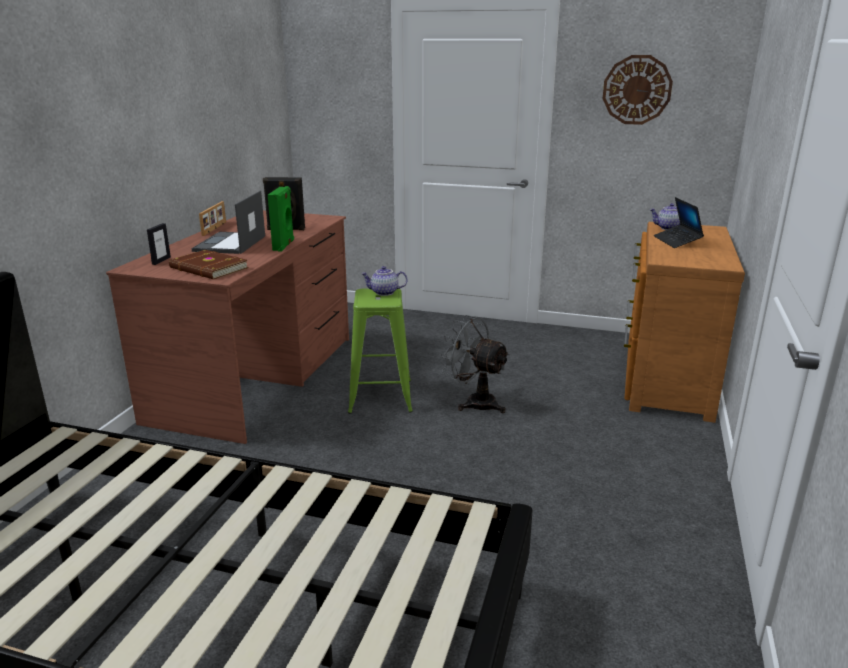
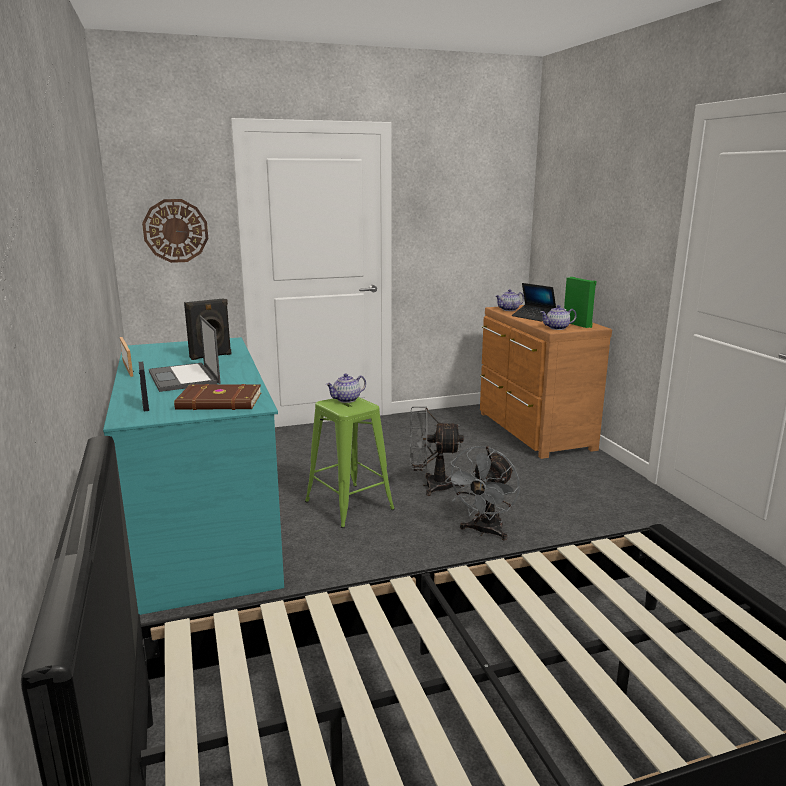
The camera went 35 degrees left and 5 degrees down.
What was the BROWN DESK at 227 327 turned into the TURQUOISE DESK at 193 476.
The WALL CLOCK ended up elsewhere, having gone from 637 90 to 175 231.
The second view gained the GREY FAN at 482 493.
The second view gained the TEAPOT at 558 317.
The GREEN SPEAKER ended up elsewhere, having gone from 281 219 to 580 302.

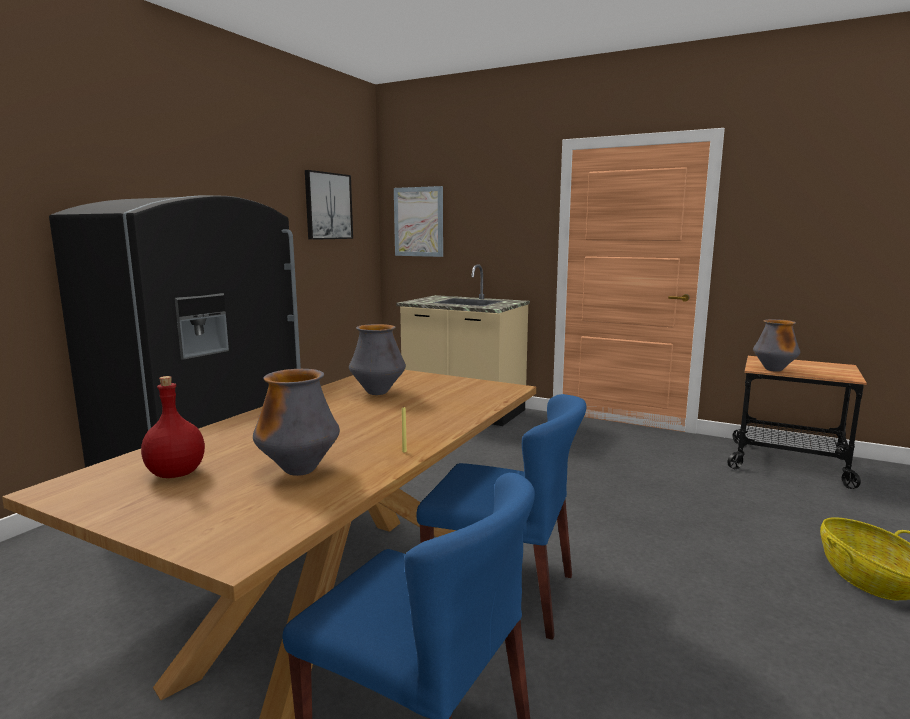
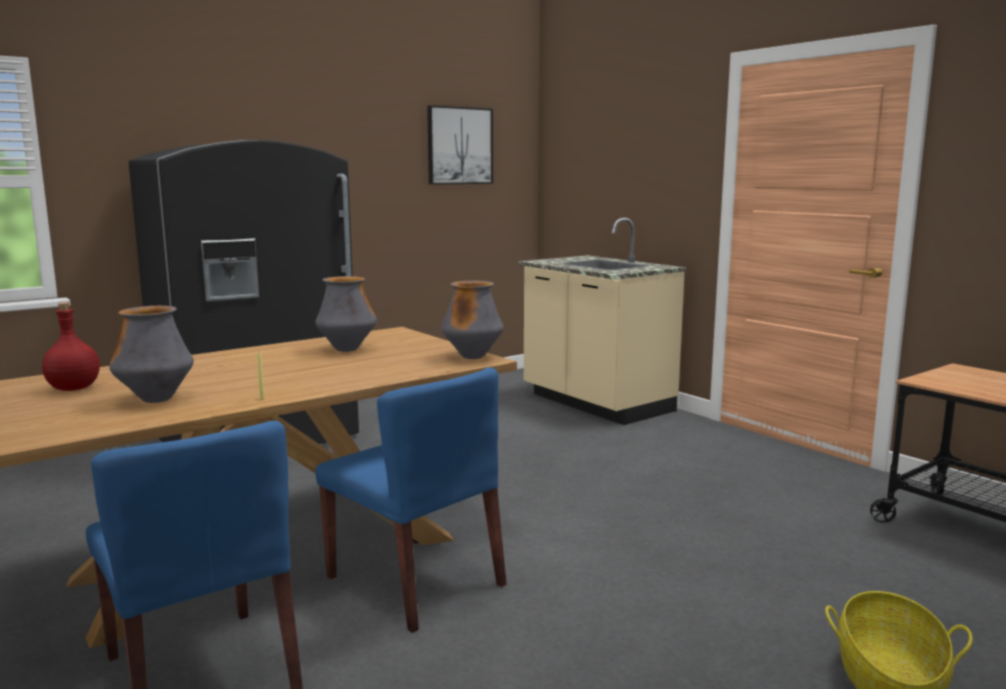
The camera went 25 degrees right and 0 degrees up.
The VASE ended up elsewhere, having gone from 776 345 to 472 320.
The second view lost the PICTURE at 418 221.

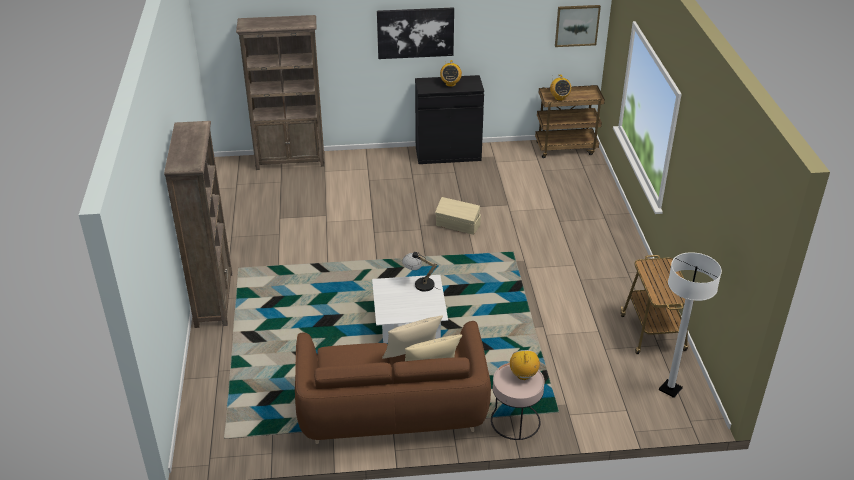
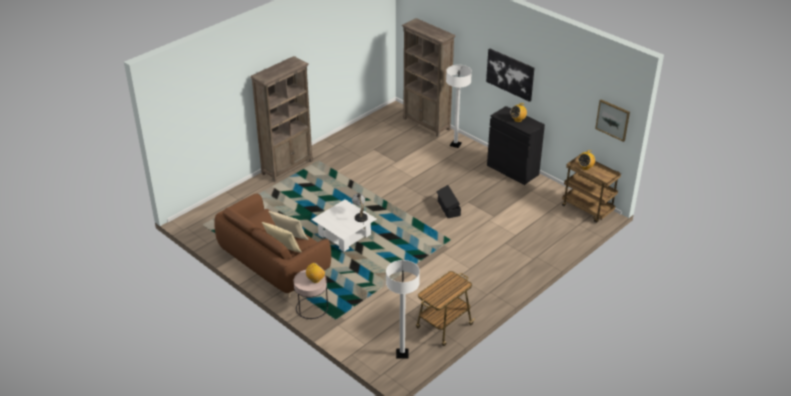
The camera went 50 degrees right and 0 degrees up.
What was the BEIGE STORAGE BOX at 458 216 turned into the BLACK STORAGE BOX at 448 201.
The second view gained the WHITE FLOOR LAMP at 459 106.

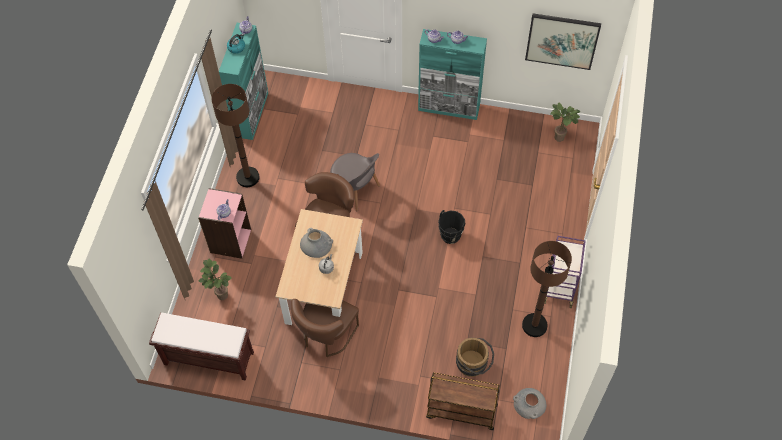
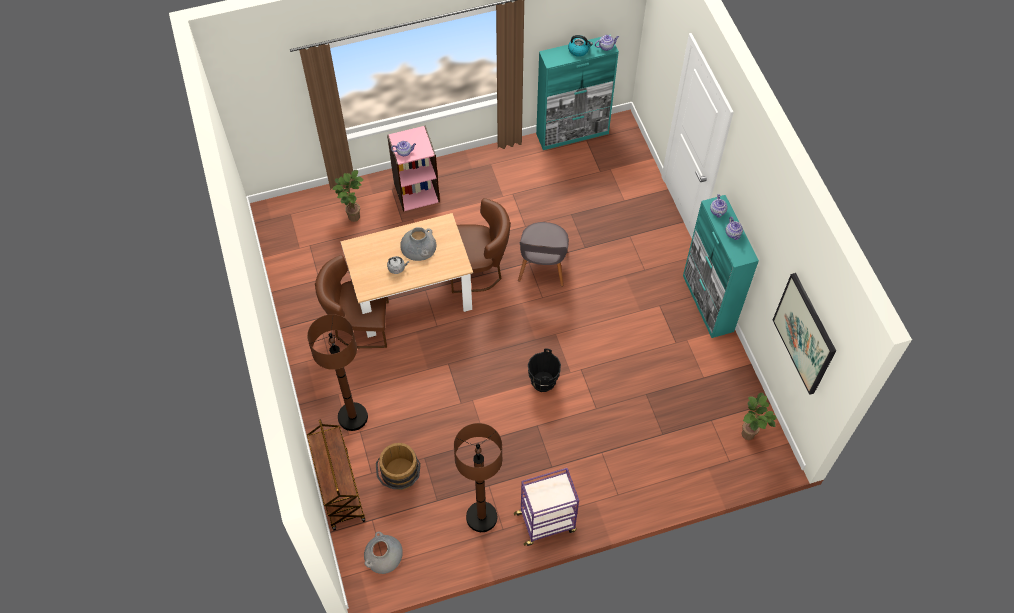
The camera went 60 degrees right and 0 degrees up.
The BROWN FLOOR LAMP ended up elsewhere, having gone from 235 135 to 337 372.
The second view lost the BROWN BENCH at 201 346.

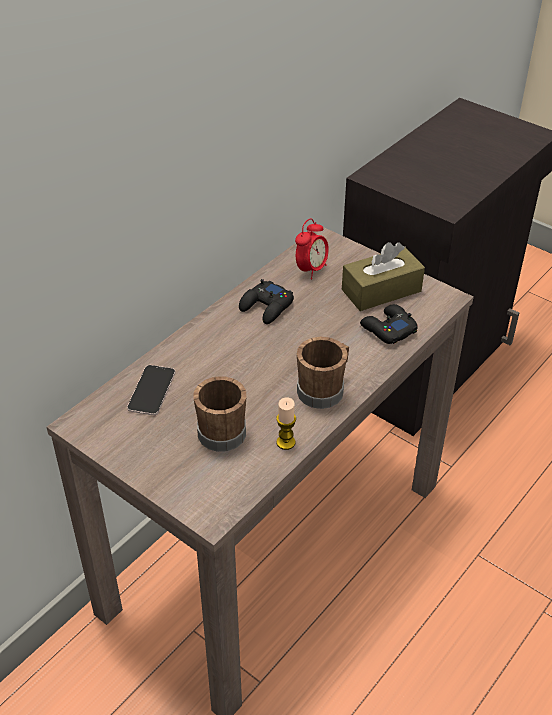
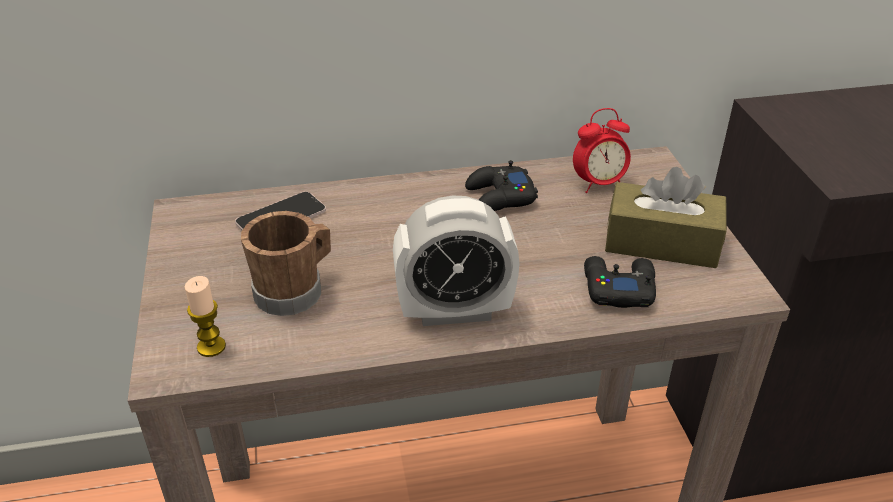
The camera went 40 degrees right and 5 degrees down.
The CANDLE ended up elsewhere, having gone from 286 423 to 205 316.
Where the BROWN MUG stood at 323 373, the ALARM CLOCK came to stand at 456 260.

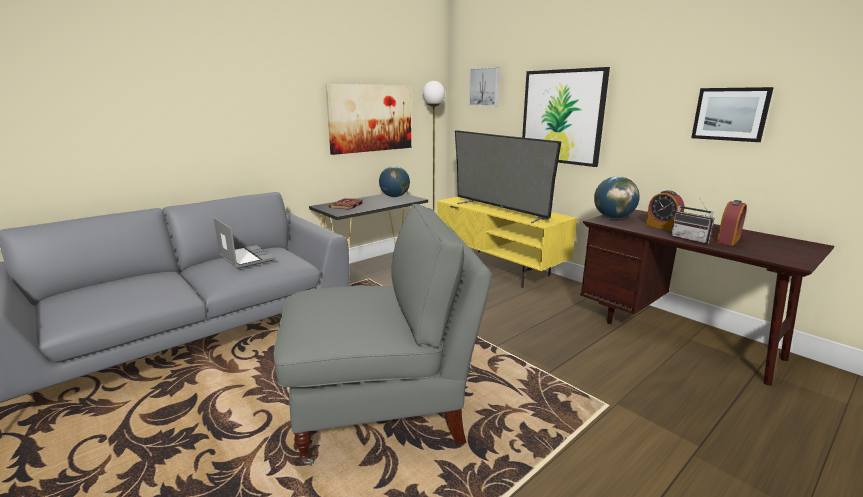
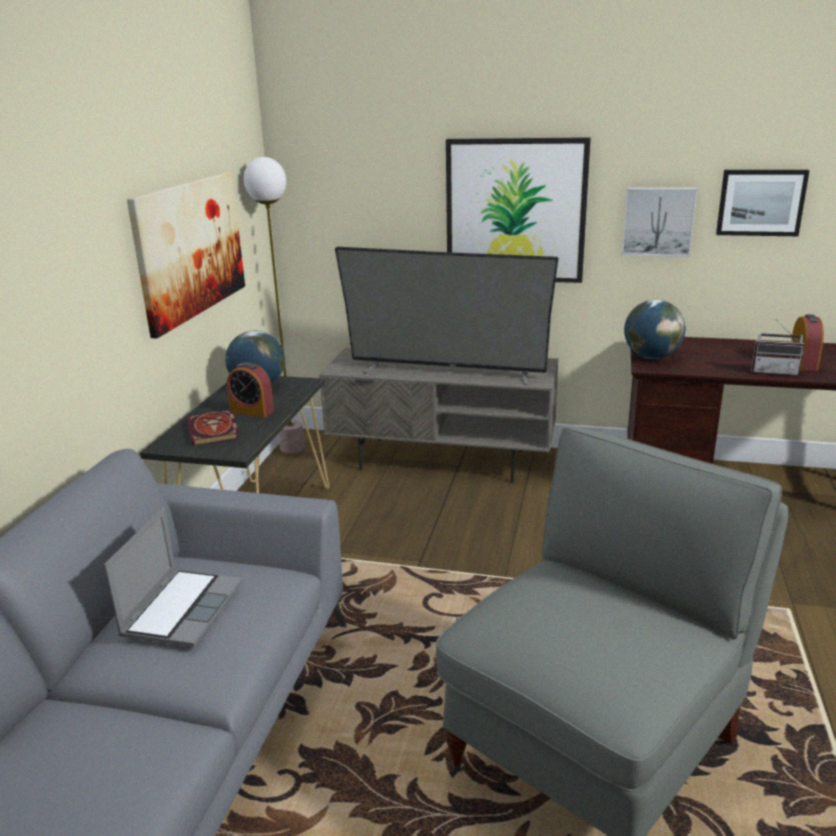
The camera went 35 degrees left and 5 degrees up.
The LAPTOP at 244 243 ended up facing another way, 90 degrees clockwise from before.
The ALARM CLOCK ended up elsewhere, having gone from 665 211 to 250 390.
What was the YELLOW TV STAND at 507 242 turned into the GREY TV STAND at 439 415.
The PICTURE ended up elsewhere, having gone from 484 86 to 659 222.

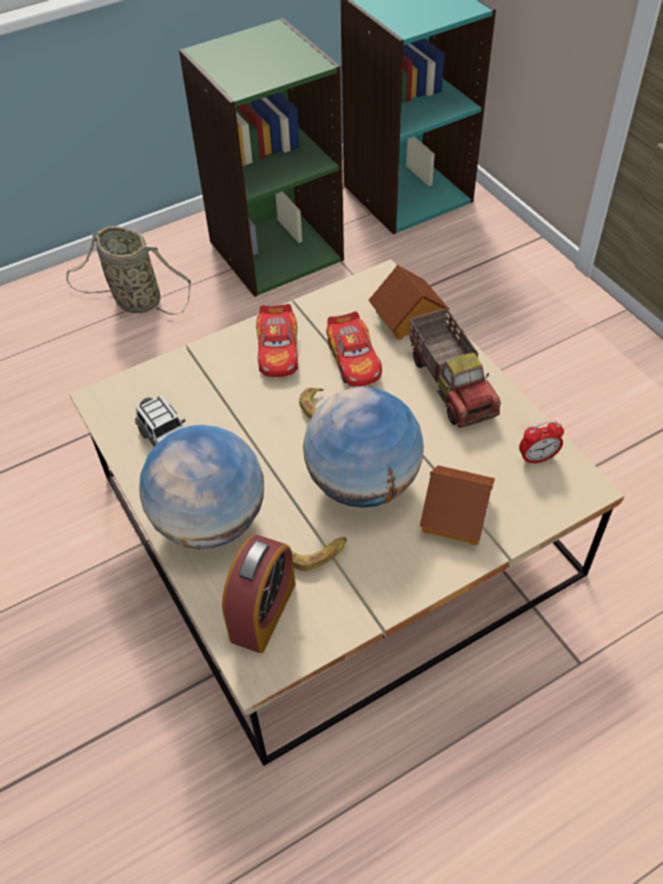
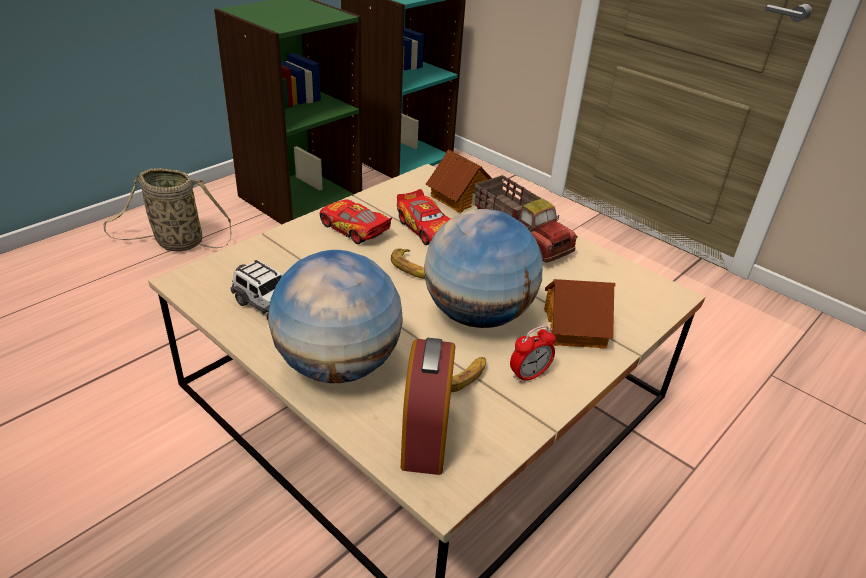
The camera went 20 degrees left and 15 degrees down.
The TOY CAR at 277 340 ended up facing another way, 150 degrees clockwise from before.
The ALARM CLOCK ended up elsewhere, having gone from 541 443 to 533 354.

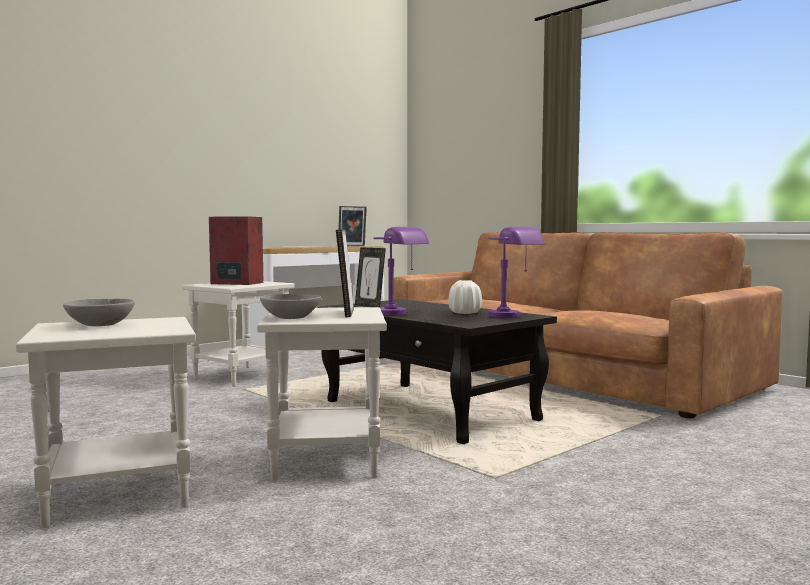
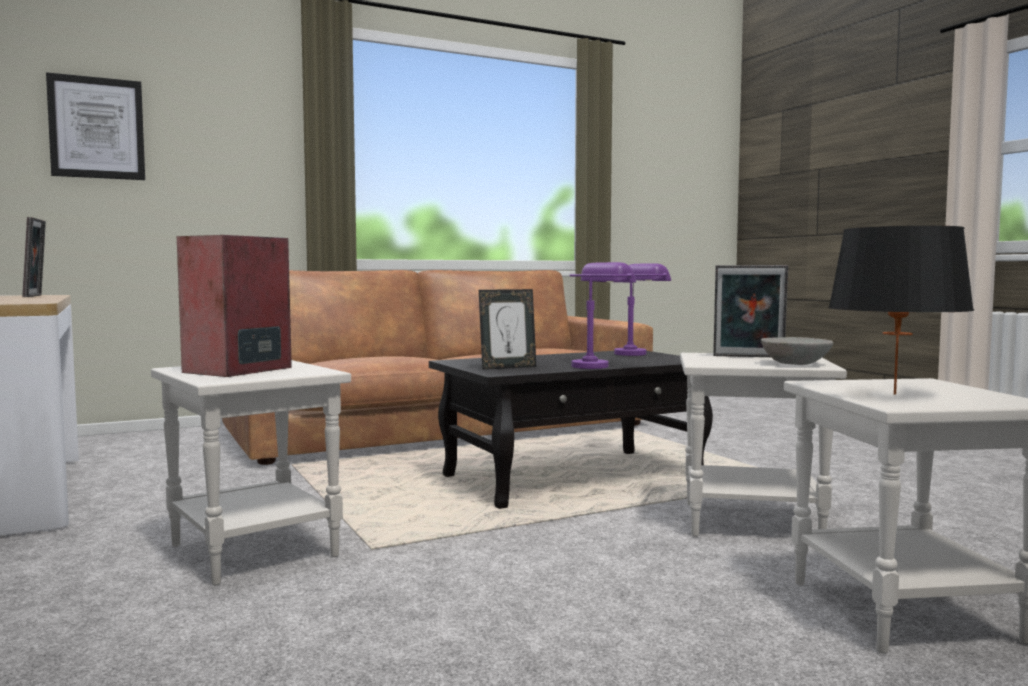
The camera went 75 degrees left and 0 degrees up.
The second view gained the PICTURE at 95 126.
Where the GREY BOWL stood at 99 312, the BLACK TABLE LAMP came to stand at 901 310.
The second view lost the WHITE VASE at 465 297.

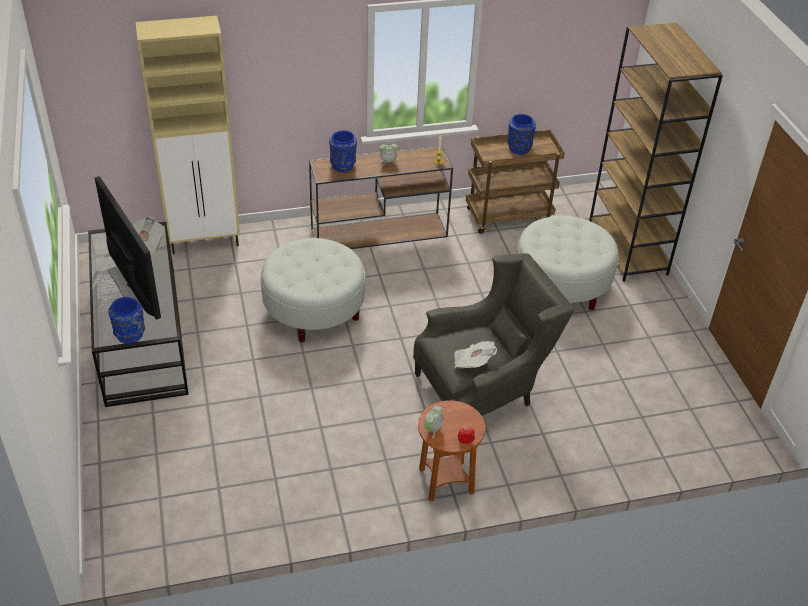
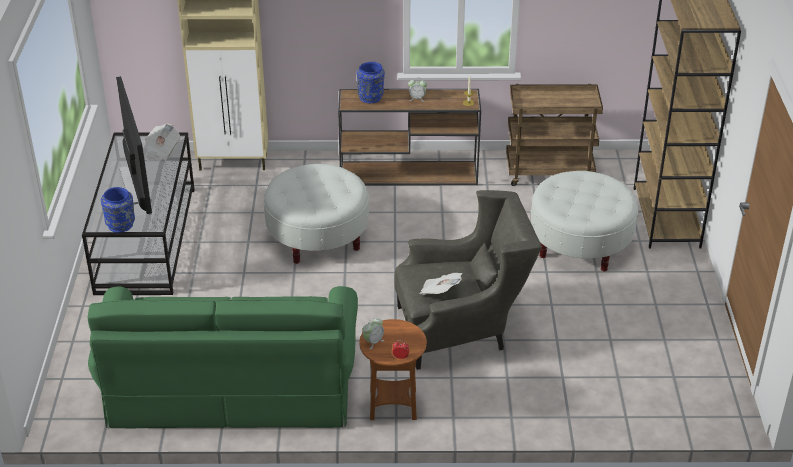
The camera went 15 degrees right and 5 degrees down.
The second view gained the GREEN SOFA at 223 357.
The second view lost the BLUE VASE at 521 134.

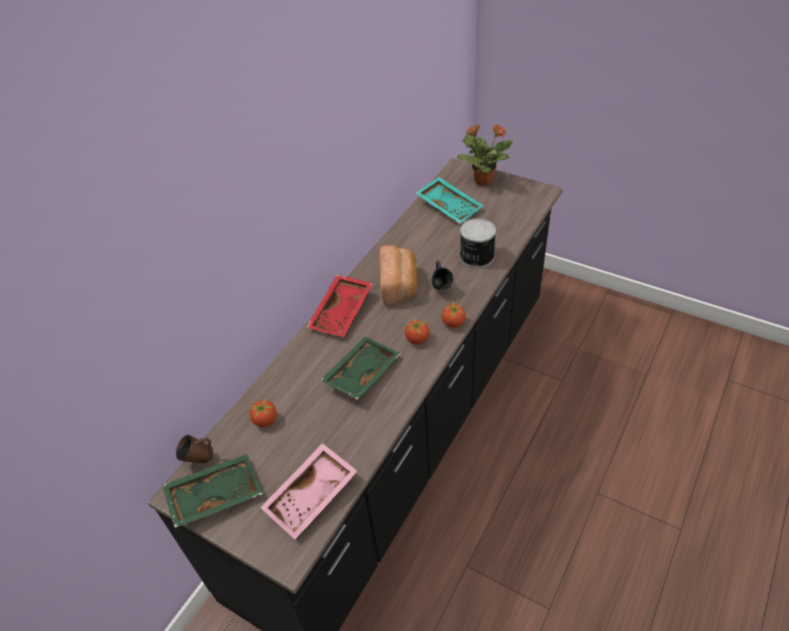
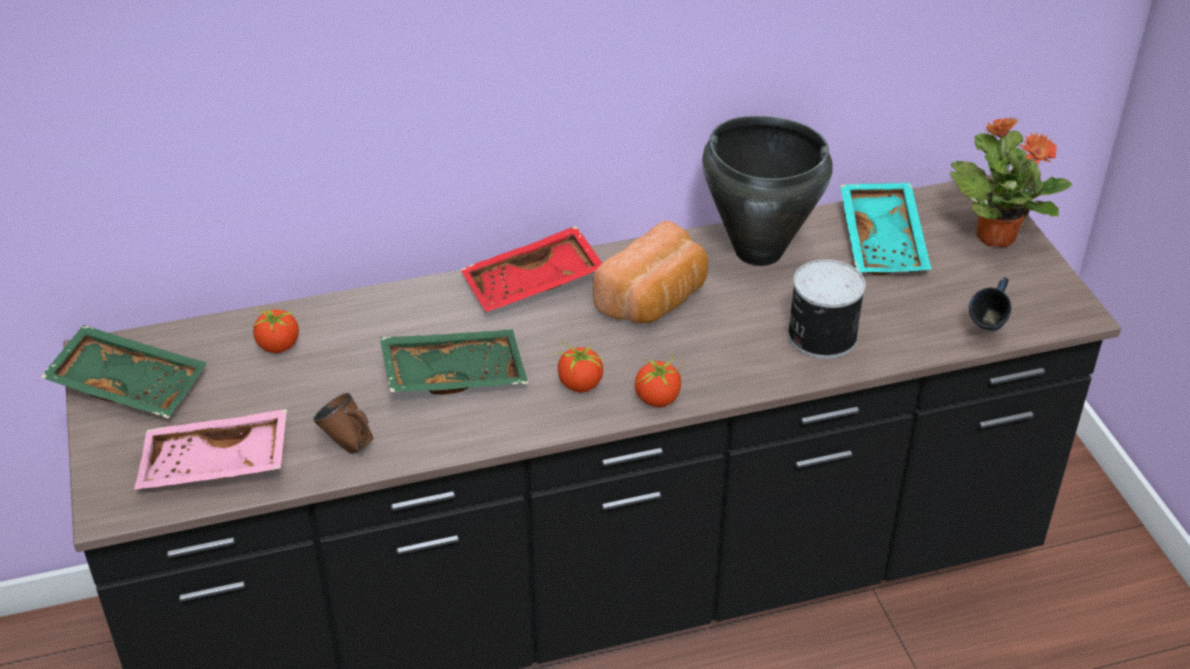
The camera went 40 degrees right and 5 degrees down.
The BROWN MUG ended up elsewhere, having gone from 194 449 to 343 423.
The second view gained the BLACK COOKING POT at 767 191.
The BLUE MUG ended up elsewhere, having gone from 442 275 to 990 304.

